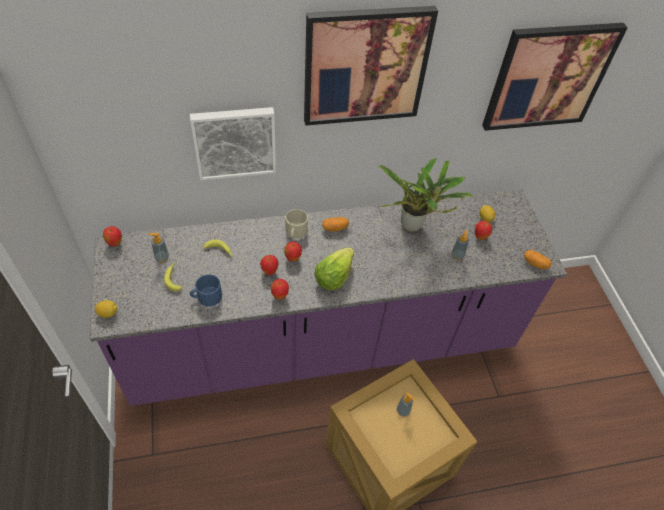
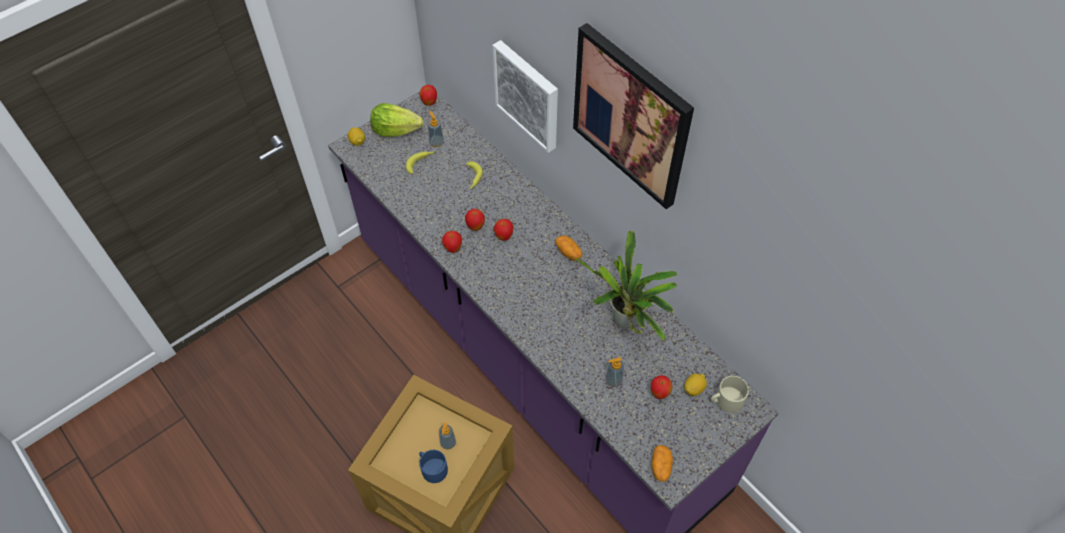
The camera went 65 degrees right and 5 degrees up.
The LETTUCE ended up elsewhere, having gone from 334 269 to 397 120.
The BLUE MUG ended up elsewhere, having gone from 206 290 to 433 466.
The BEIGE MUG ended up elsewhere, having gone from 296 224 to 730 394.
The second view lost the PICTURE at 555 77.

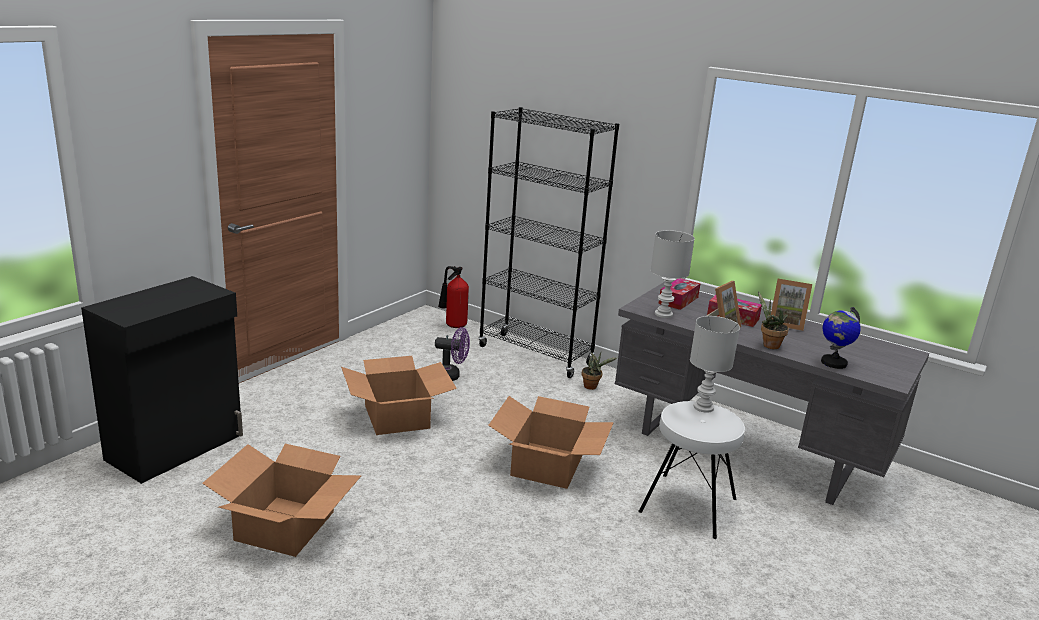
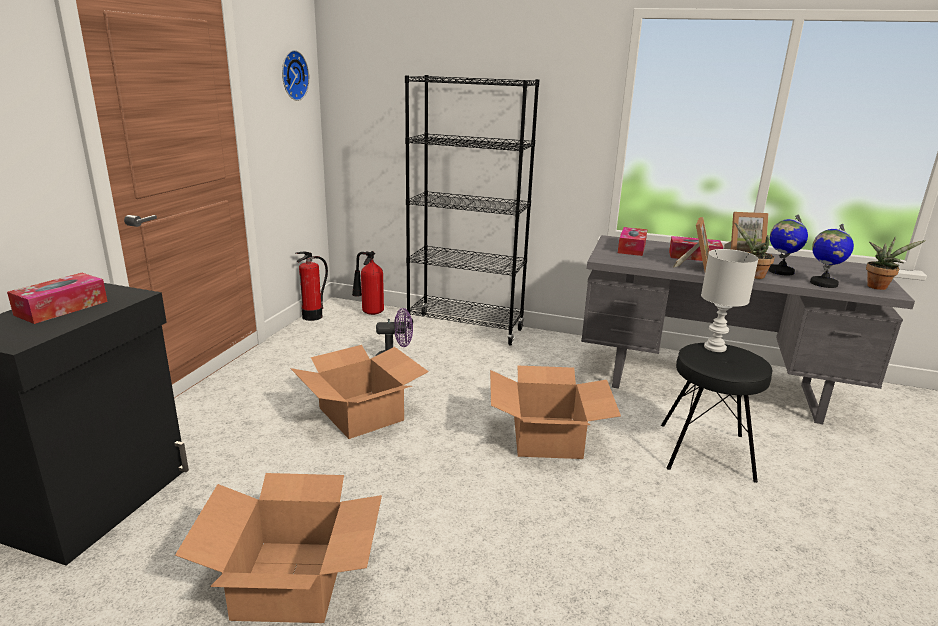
The camera went 15 degrees left and 0 degrees up.
The second view gained the TISSUE BOX at 57 298.
The second view gained the WALL CLOCK at 295 75.
The second view gained the FIRE EXTINGUISHER at 312 286.
What was the WHITE STOOL at 691 470 turned into the BLACK STOOL at 716 413.
The second view gained the GLOBE at 788 245.
The POTTED PLANT ended up elsewhere, having gone from 599 371 to 896 263.
The second view lost the WHITE TABLE LAMP at 673 274.

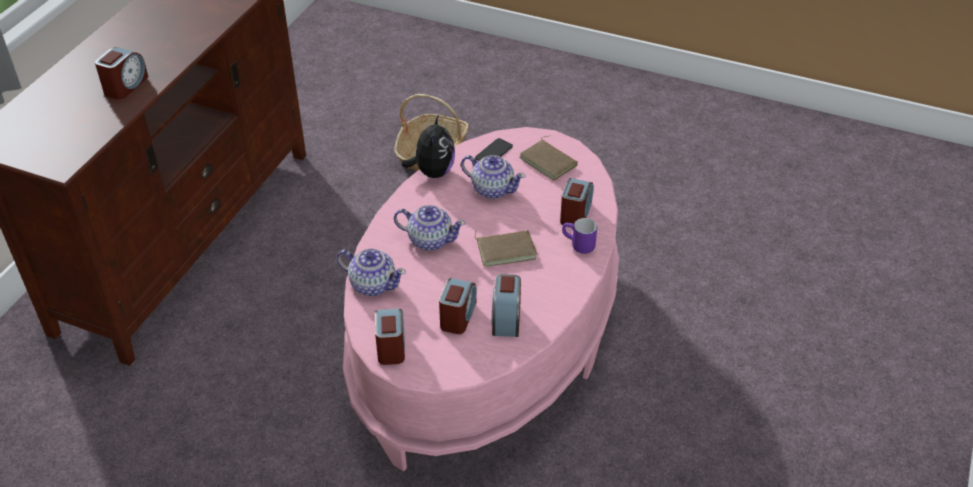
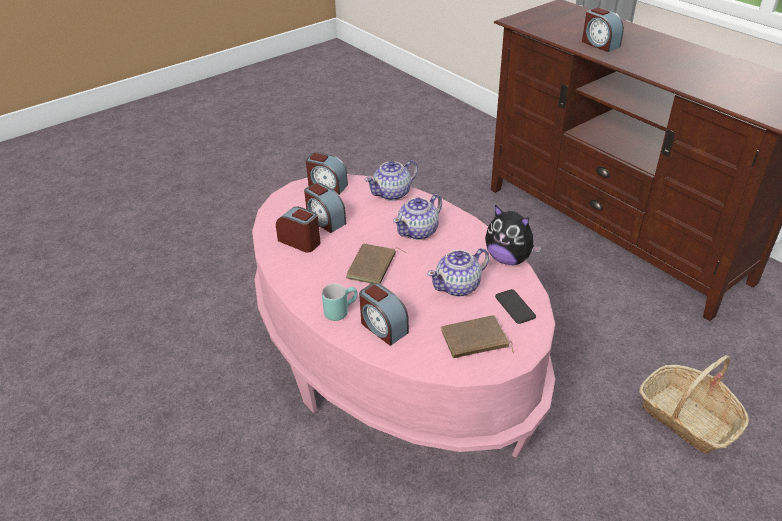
The camera went 120 degrees right and 5 degrees down.
What was the PURPLE MUG at 579 236 turned into the TURQUOISE MUG at 340 302.

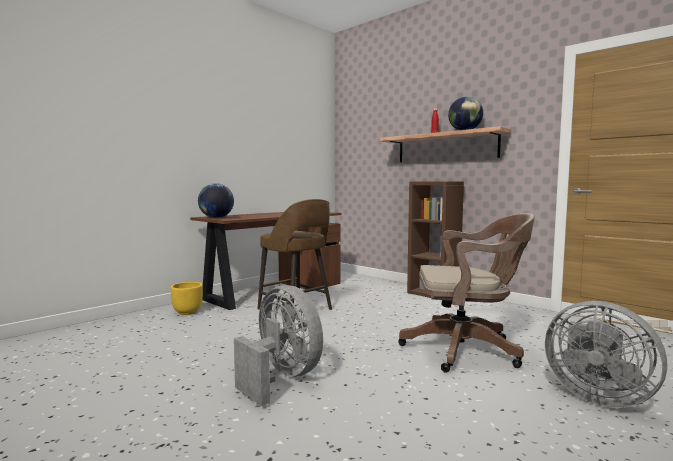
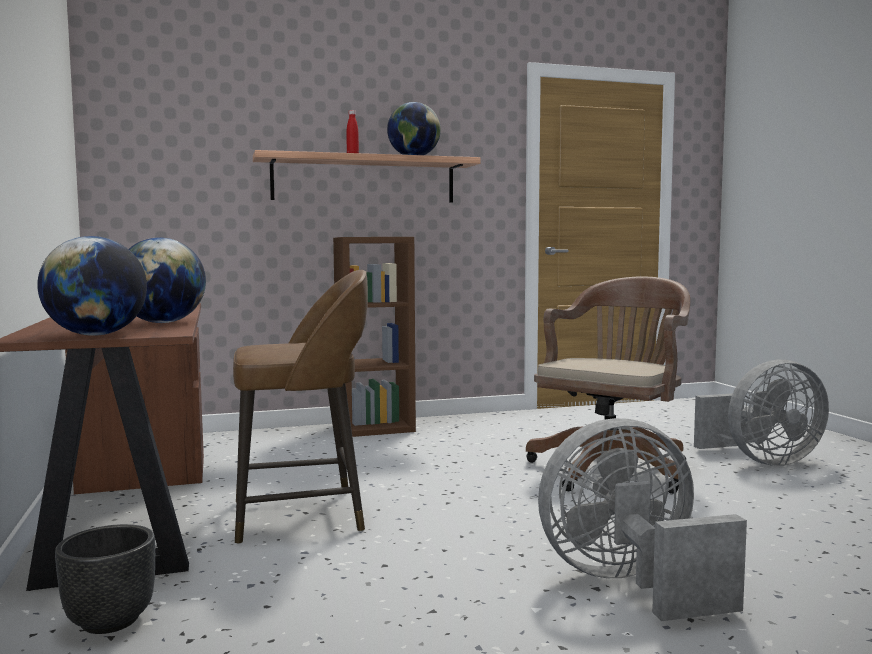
The camera went 60 degrees left and 0 degrees up.
What was the YELLOW PLANTER at 187 298 turned into the BLACK PLANTER at 105 579.
The second view gained the GLOBE at 167 280.

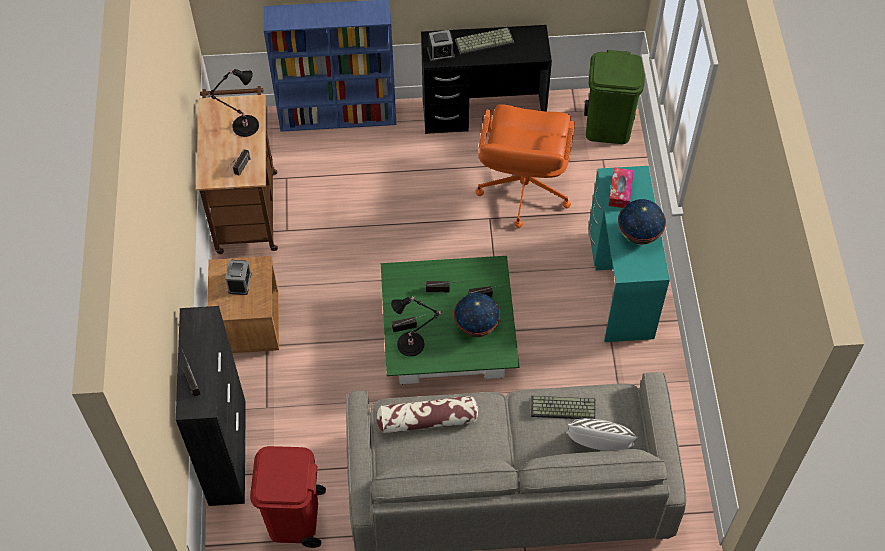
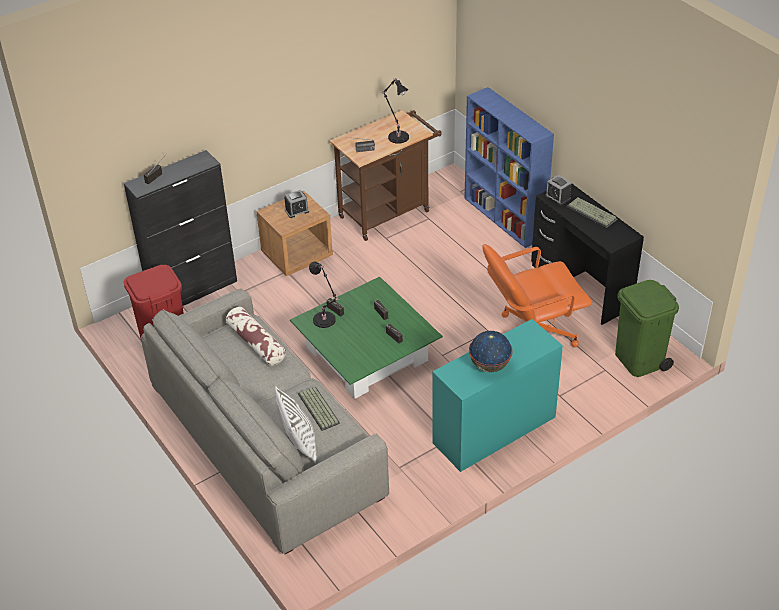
The camera went 60 degrees right and 15 degrees down.
The second view lost the GLOBE at 477 315.
The second view lost the TISSUE BOX at 621 188.

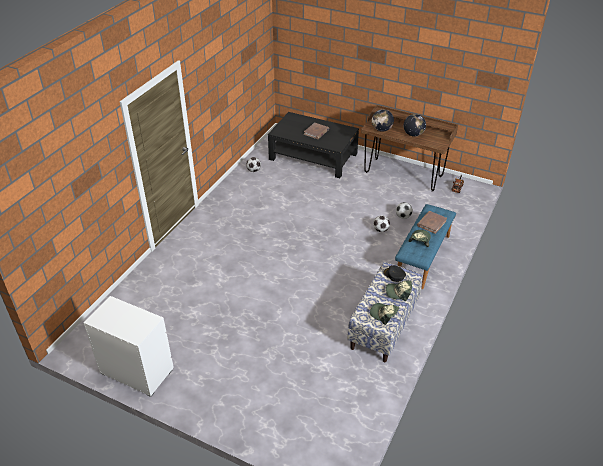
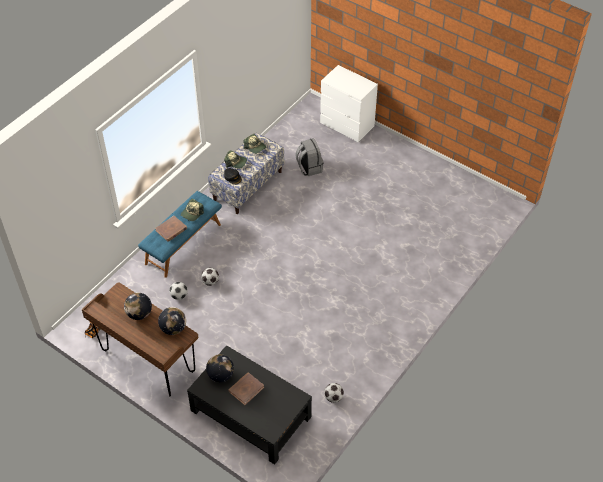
The camera went 170 degrees left and 10 degrees up.
The second view gained the GLOBE at 220 368.
The second view gained the GREY BACKPACK at 309 157.
The WHITE DRESSER ended up elsewhere, having gone from 129 346 to 349 103.

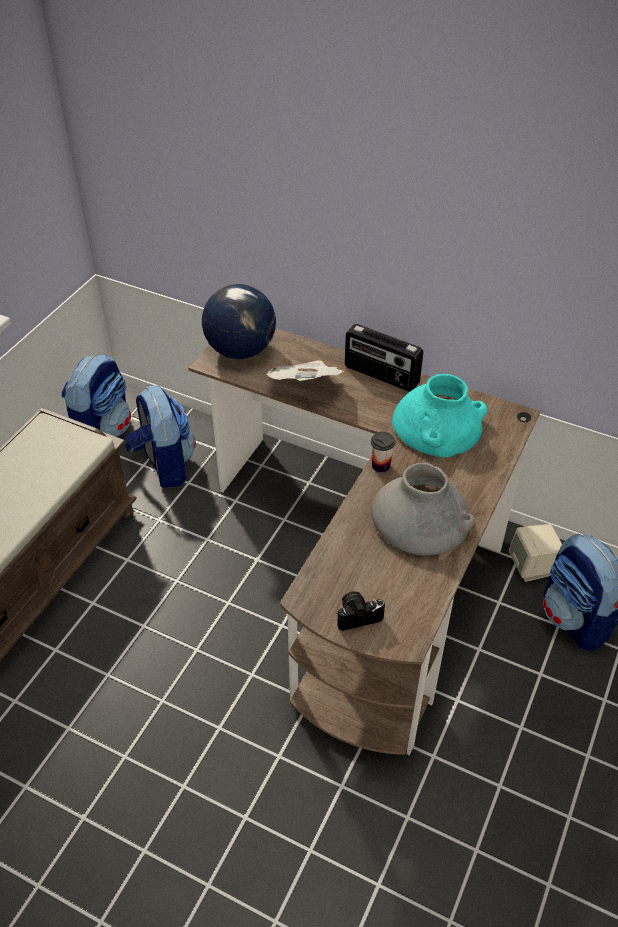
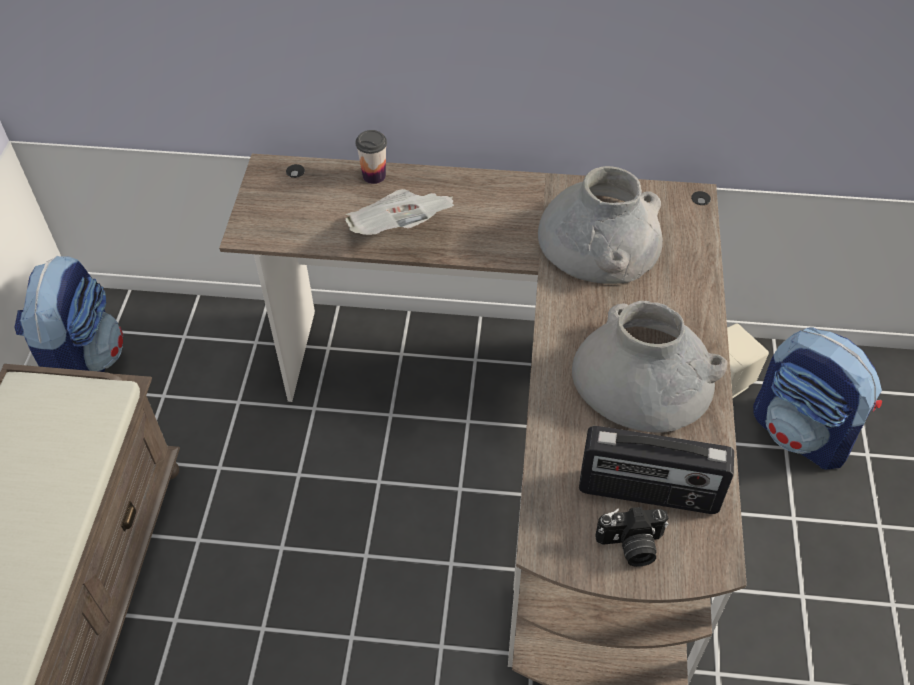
The camera went 20 degrees left and 5 degrees up.
The CUP ended up elsewhere, having gone from 383 451 to 371 157.
What was the TURQUOISE VASE at 439 415 turned into the GREY VASE at 600 225.
The RADIO ended up elsewhere, having gone from 384 358 to 656 470.
The PHOTO CAMERA at 361 611 ended up facing another way, 150 degrees counterclockwise from before.
The second view lost the BACKPACK at 160 437.
The second view lost the GLOBE at 239 321.

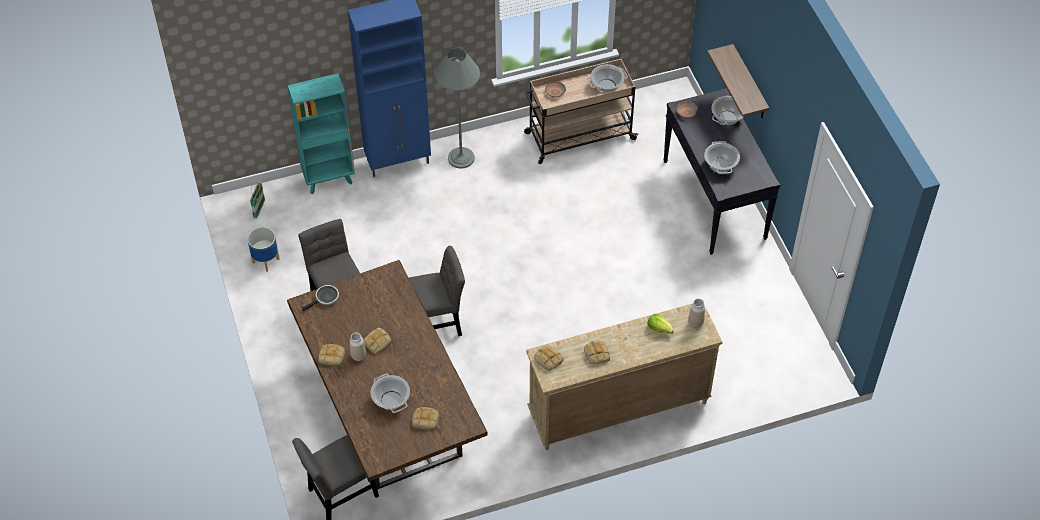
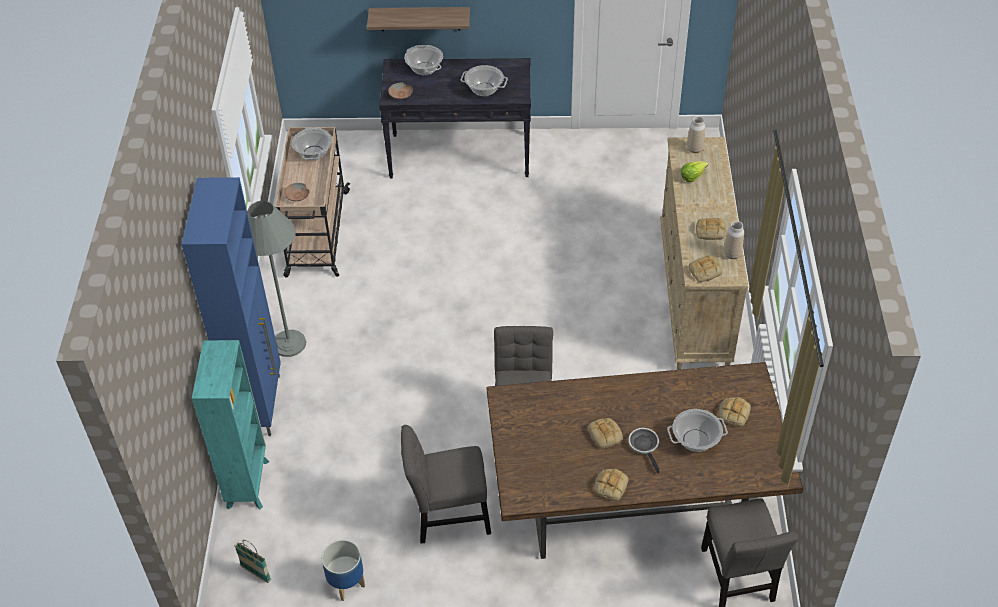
The camera went 70 degrees left and 5 degrees down.
The FRYING PAN ended up elsewhere, having gone from 320 298 to 644 451.
The VASE ended up elsewhere, having gone from 358 346 to 734 240.

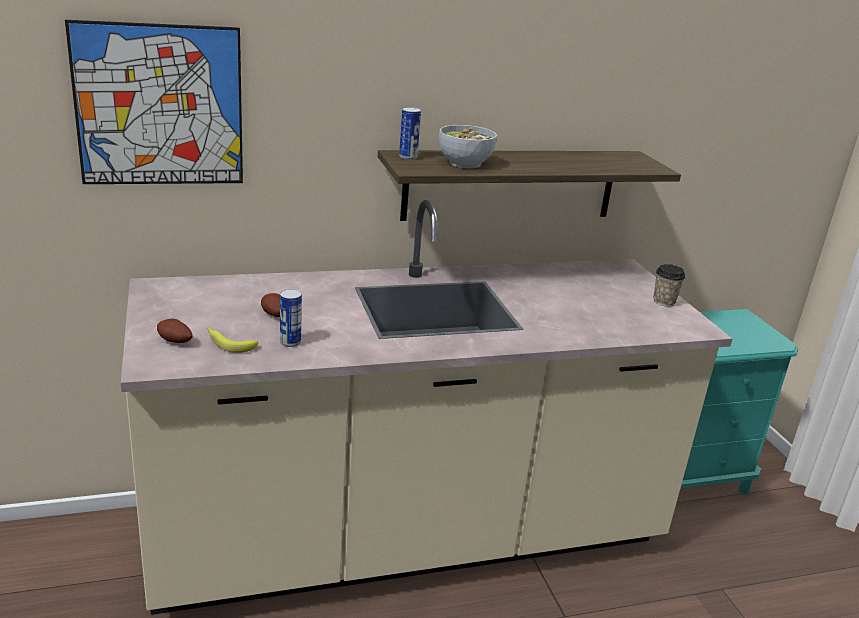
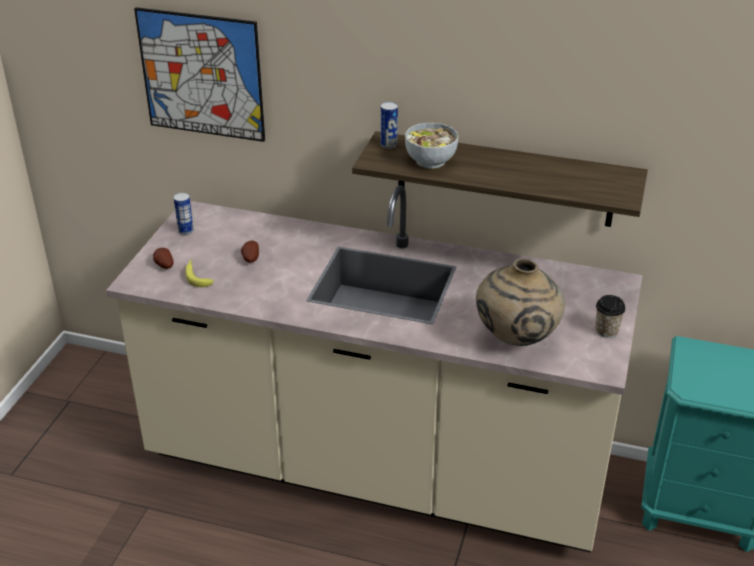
The camera went 35 degrees right and 10 degrees up.
The CAN ended up elsewhere, having gone from 291 318 to 184 214.
The second view gained the BEIGE VASE at 520 302.

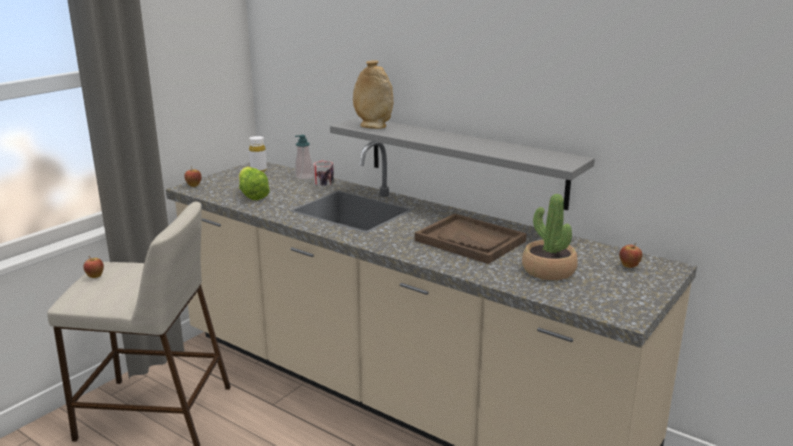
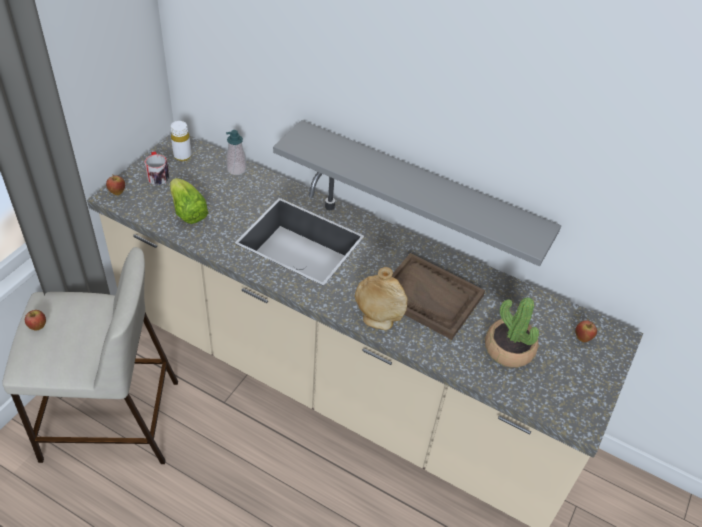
The camera went 10 degrees left and 25 degrees up.
The MUG ended up elsewhere, having gone from 323 173 to 157 168.
The BEIGE VASE ended up elsewhere, having gone from 373 94 to 381 298.

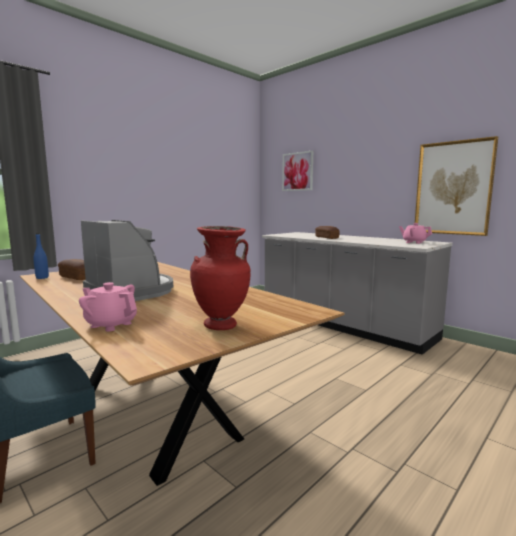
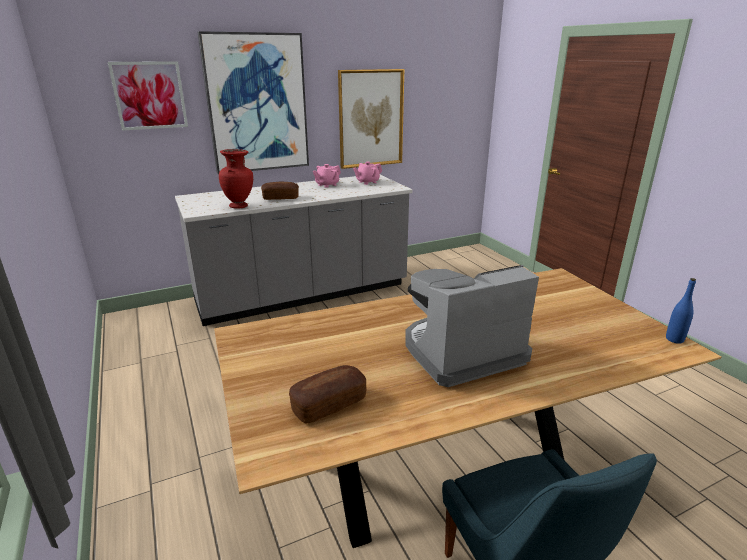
The camera went 70 degrees left and 15 degrees up.
The second view gained the PICTURE at 253 102.
The RED VASE ended up elsewhere, having gone from 220 278 to 236 179.
The PINK TEAPOT ended up elsewhere, having gone from 108 307 to 327 176.
The BLUE BOTTLE ended up elsewhere, having gone from 41 256 to 681 311.

